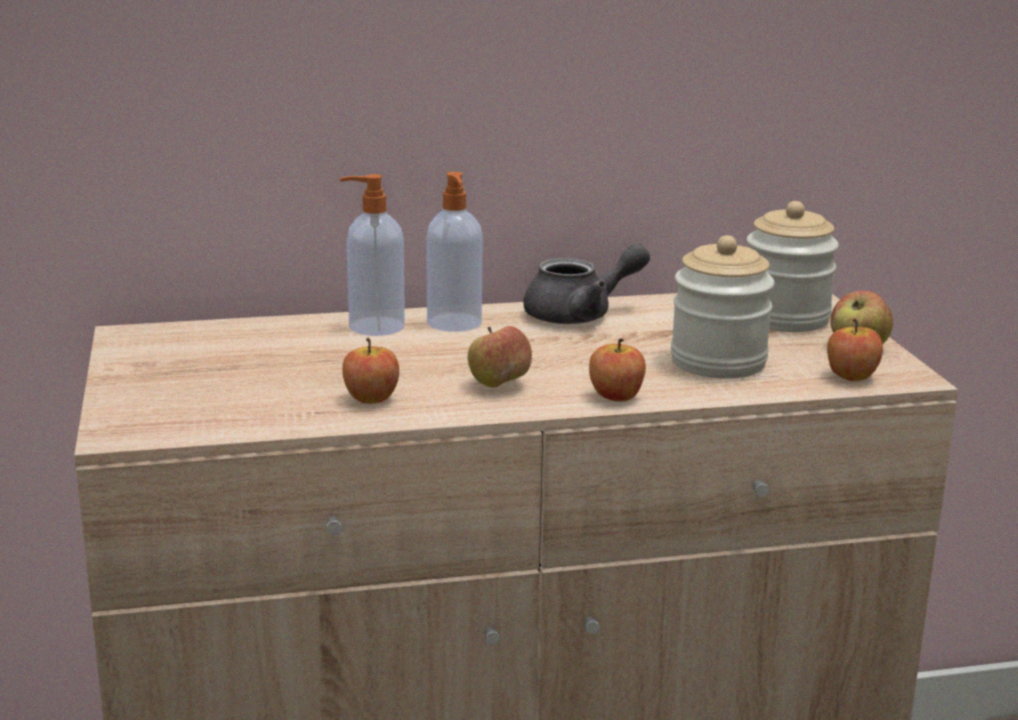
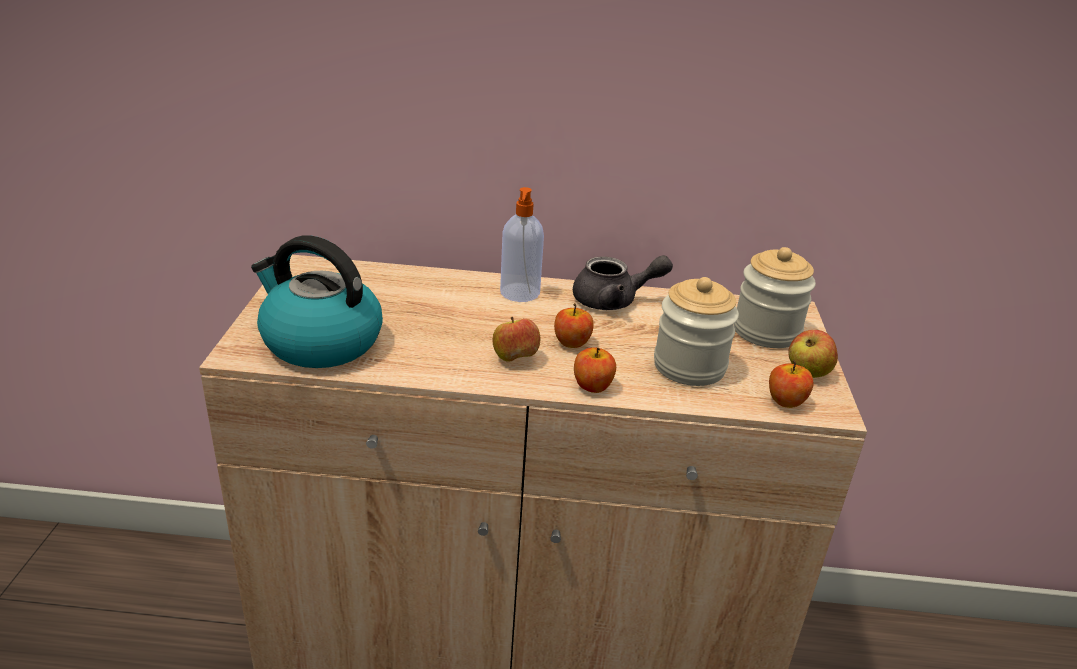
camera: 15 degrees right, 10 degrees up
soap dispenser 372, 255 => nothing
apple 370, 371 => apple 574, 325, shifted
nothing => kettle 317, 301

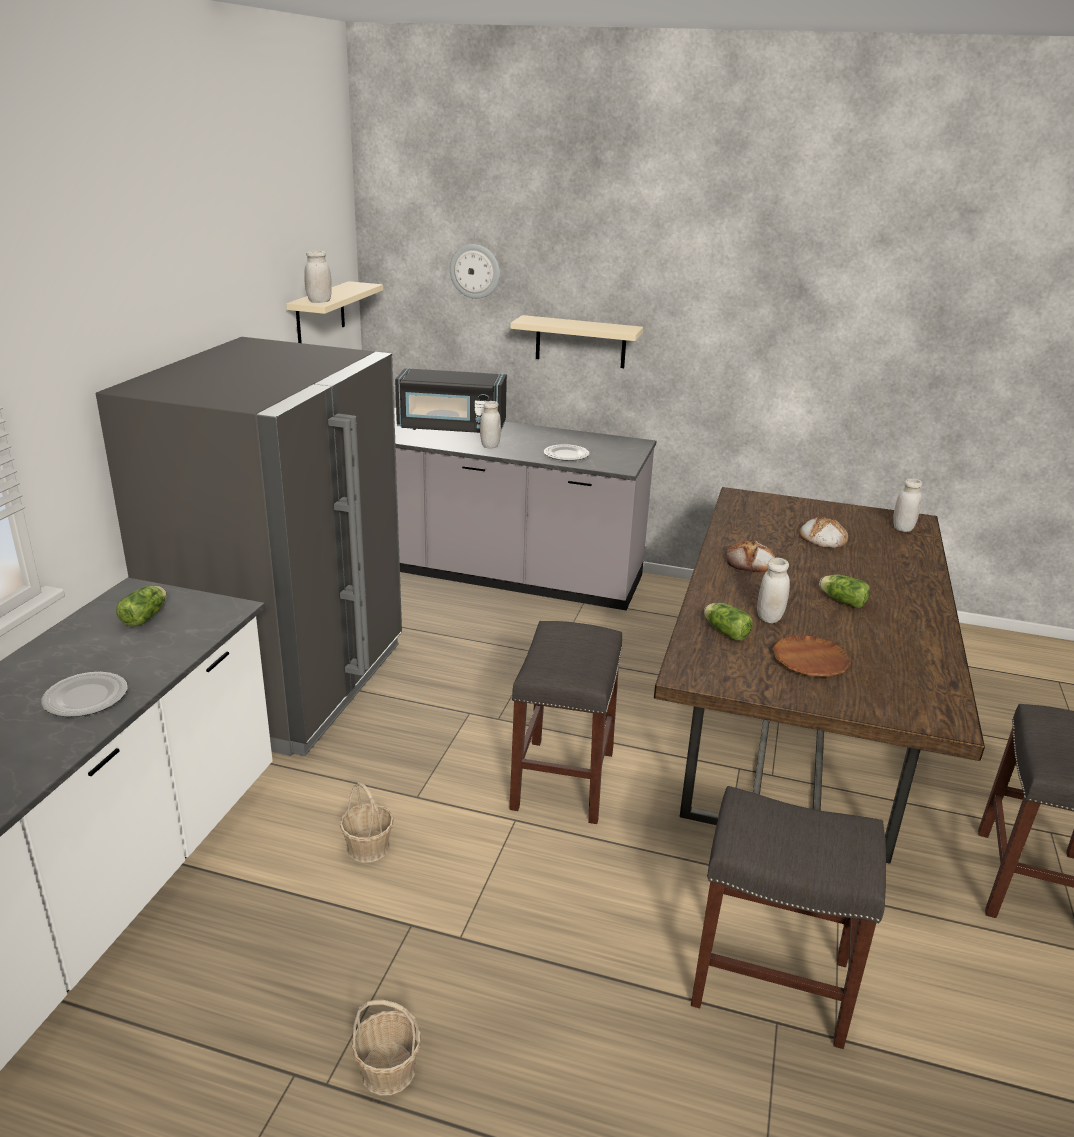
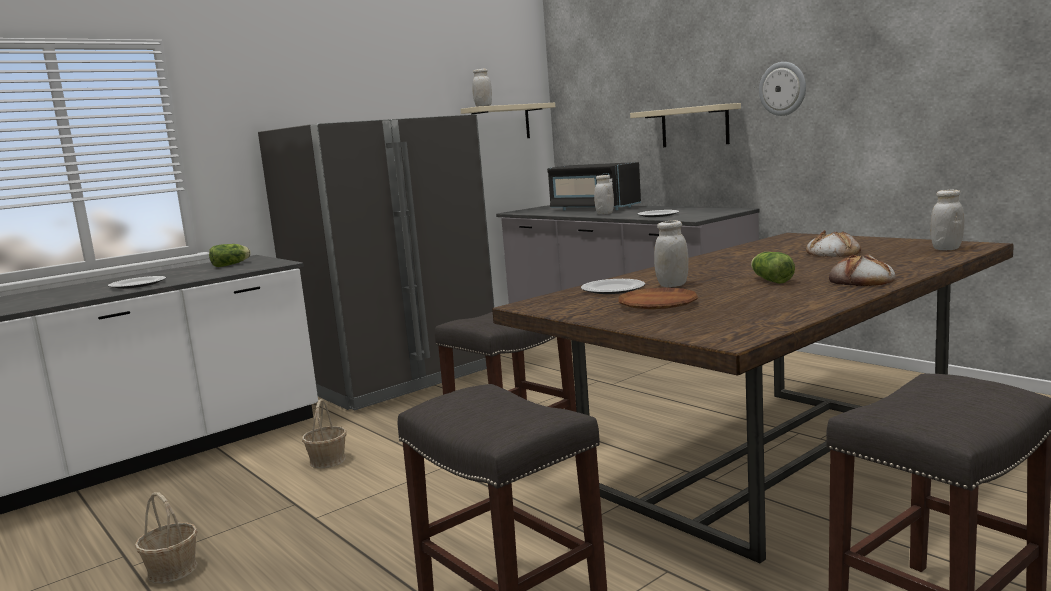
camera: 35 degrees right, 15 degrees down
wall clock 475, 271 => wall clock 782, 89, shifted
bread 750, 556 => bread 862, 269, shifted
lettuce 728, 622 => plate 613, 286

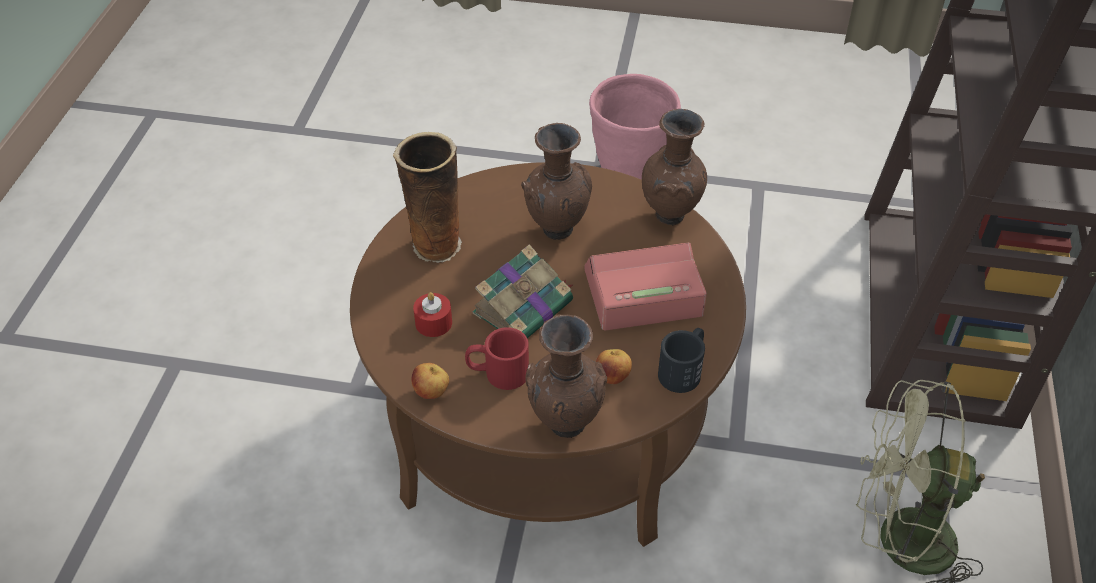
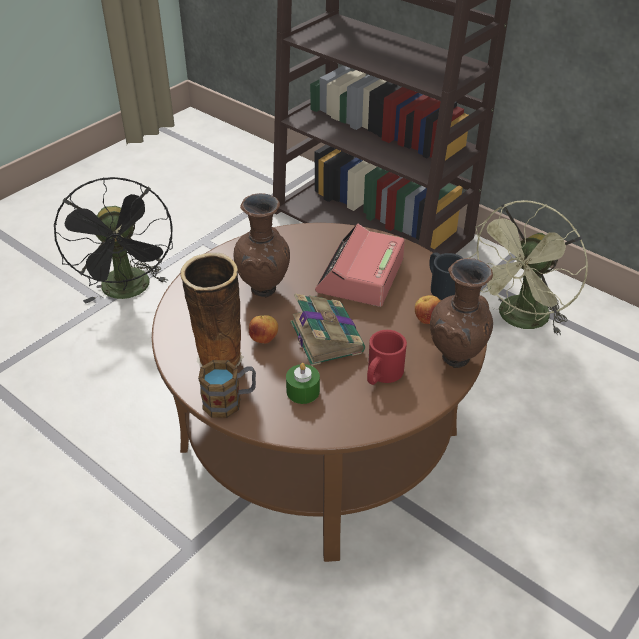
camera: 60 degrees left, 5 degrees down
pink planter 635, 127 => black fan 113, 240
brown vase 674, 167 => nothing
red candle 432, 314 => green candle 303, 383
apple 430, 381 => apple 263, 329, shifted
nothing => mug 227, 389

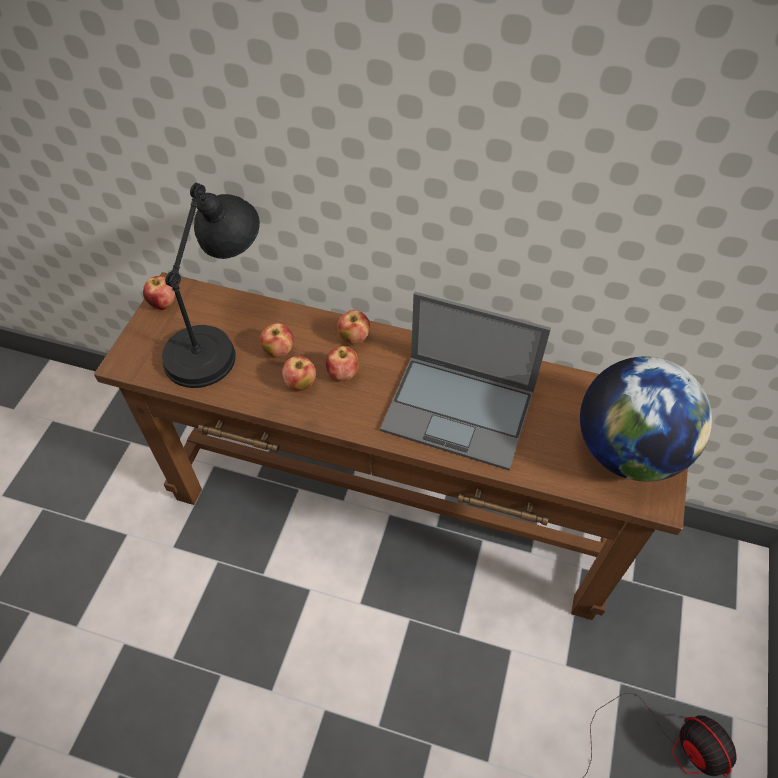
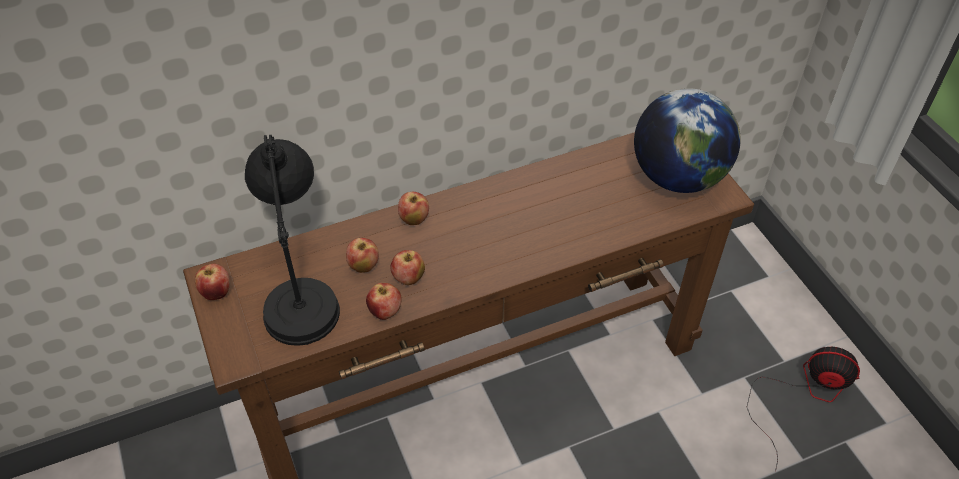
camera: 40 degrees left, 5 degrees down
laptop 465, 381 => nothing
apple 342, 363 => apple 384, 301, shifted

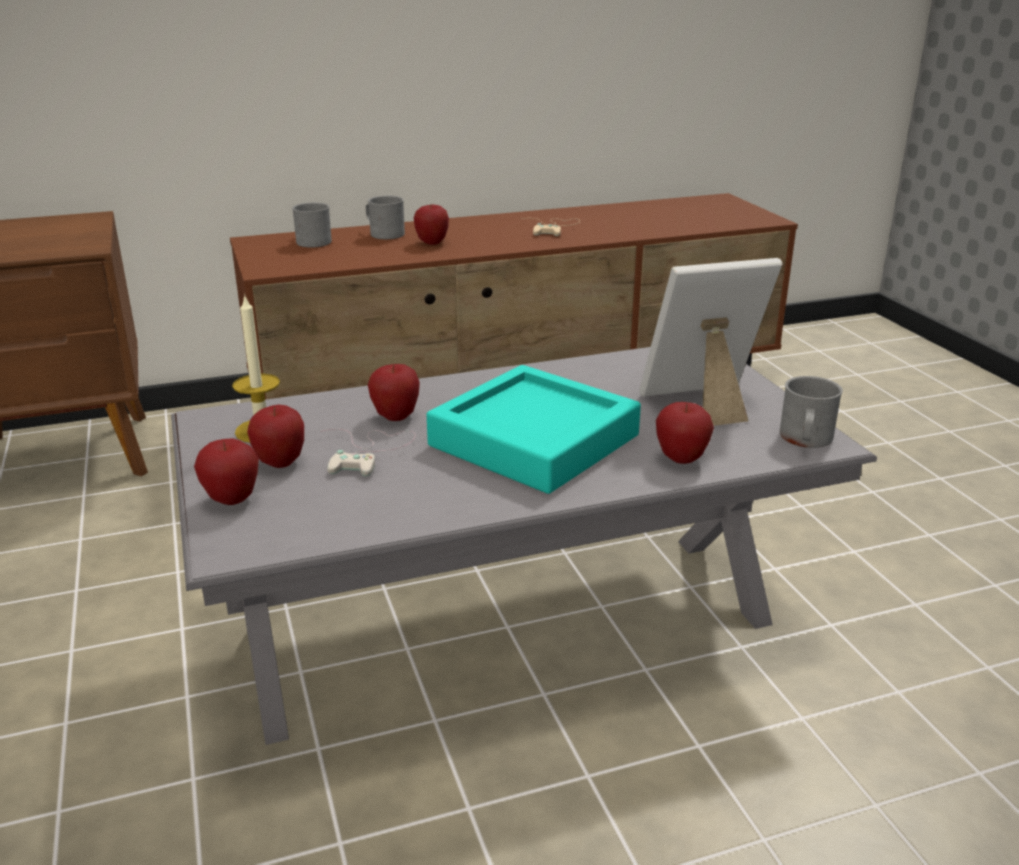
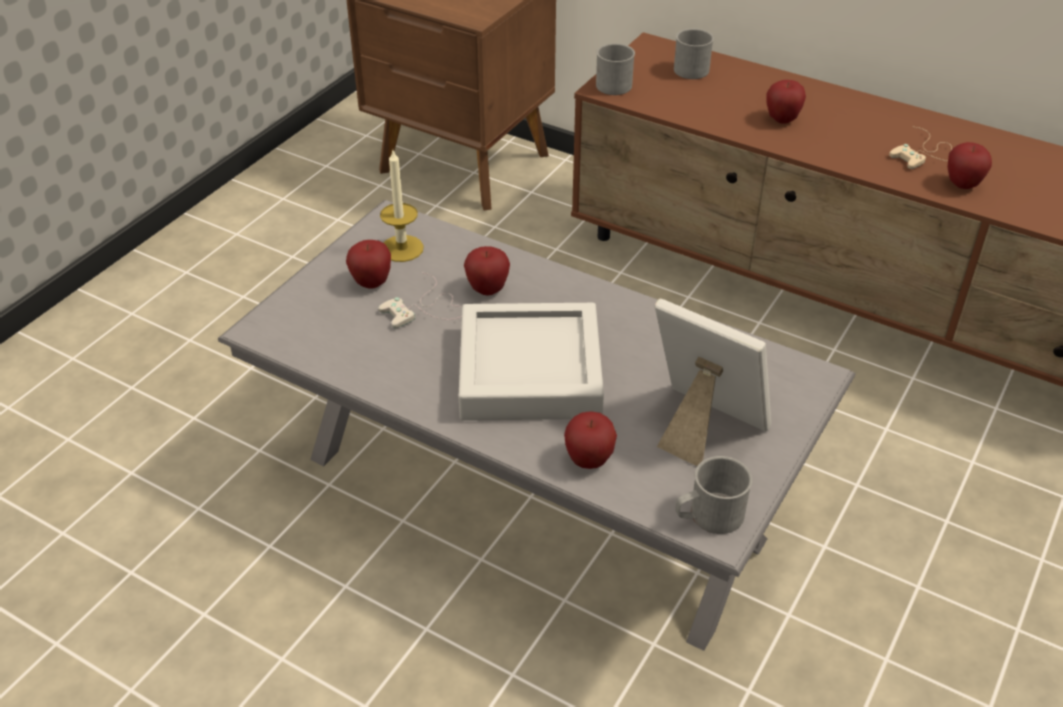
camera: 50 degrees right, 15 degrees up
grey mug 385, 217 => grey mug 615, 69, shifted
turquoise tray 534, 429 => grey tray 531, 362
apple 226, 471 => apple 969, 165, shifted

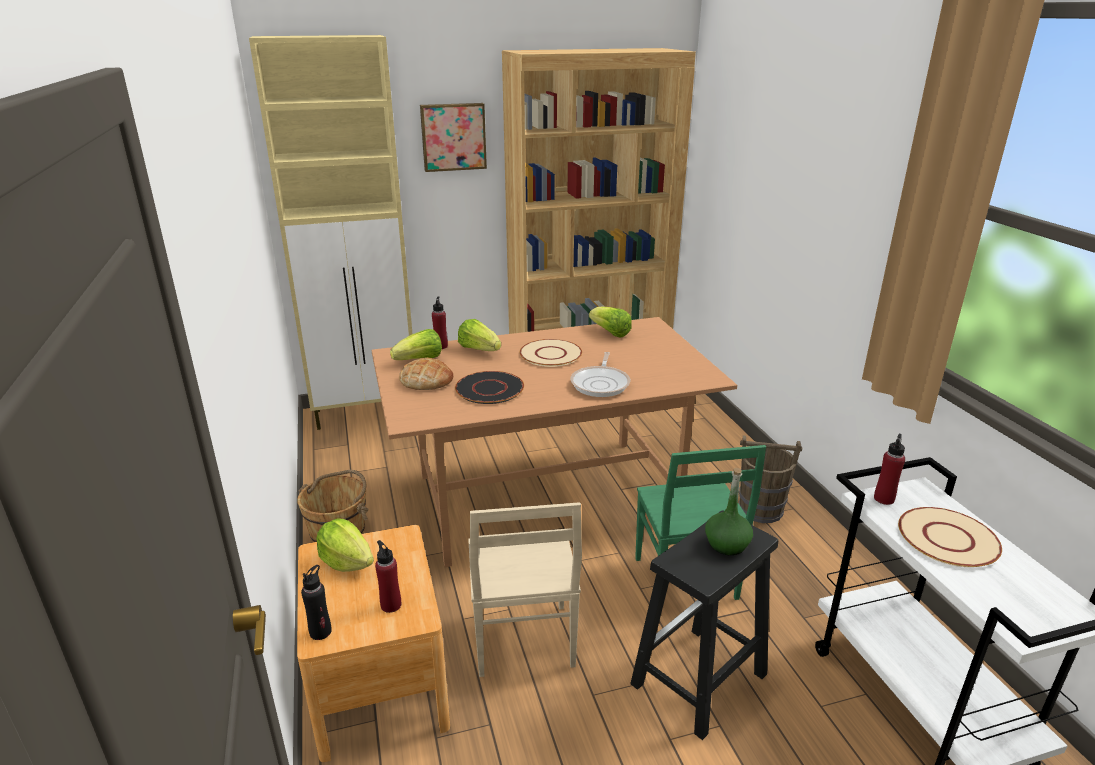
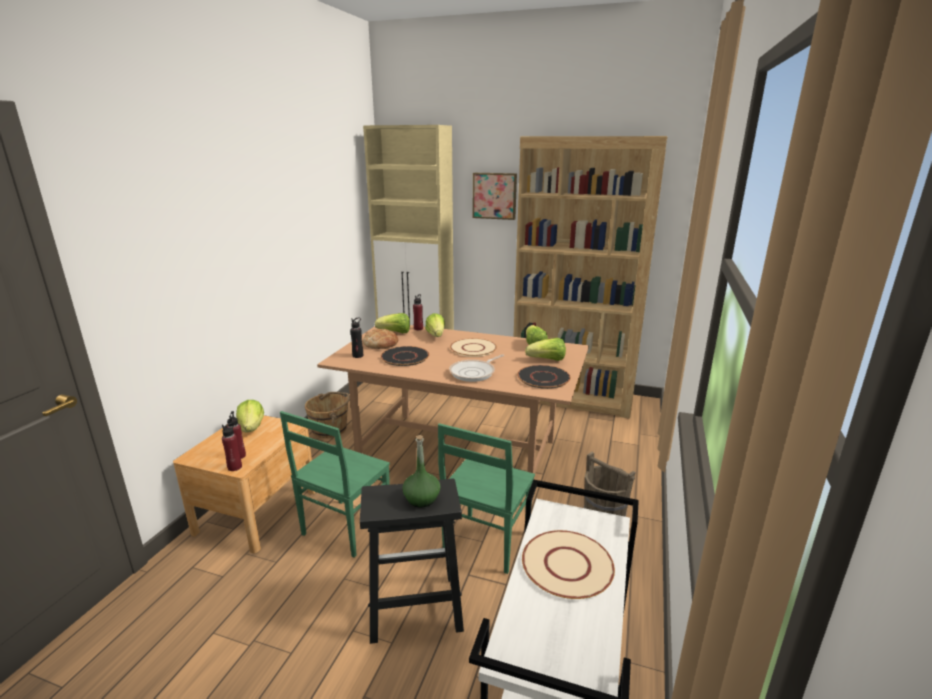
camera: 35 degrees right, 5 degrees down
red bottle 889, 469 => red bottle 232, 446, shifted
beige chair 525, 589 => green chair 335, 484
black bottle 316, 602 => black bottle 356, 337, shifted
nothing => lettuce 545, 349
nothing => black plate 544, 377

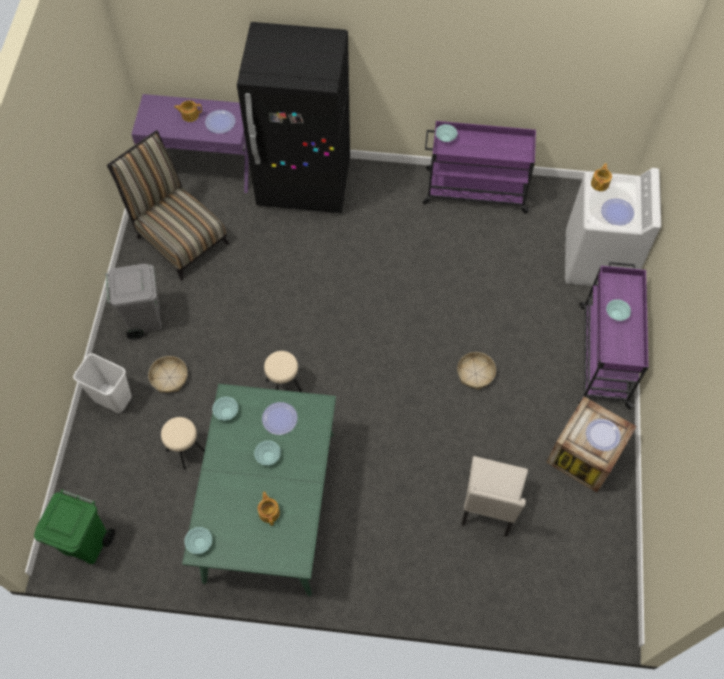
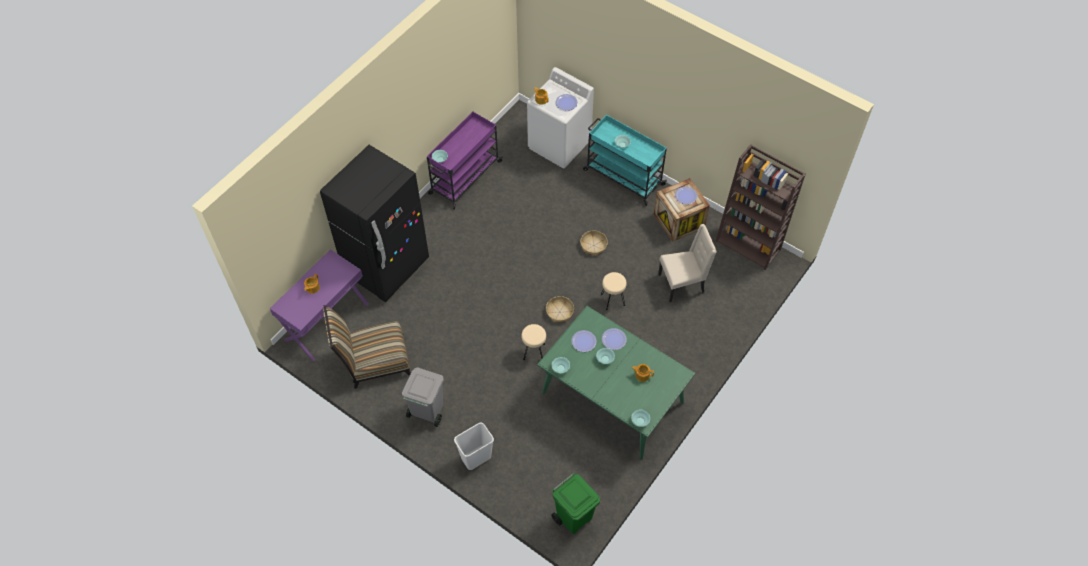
camera: 60 degrees left, 5 degrees down
plate 220, 122 => plate 614, 339, shifted
purple cart 613, 335 => turquoise cart 625, 160
basket 168, 374 => basket 560, 309, shifted
beige stool 183, 443 => beige stool 614, 291, shifted
beige chair 494, 496 => beige chair 687, 263, 60 degrees counterclockwise
nothing => brown bookcase 760, 207

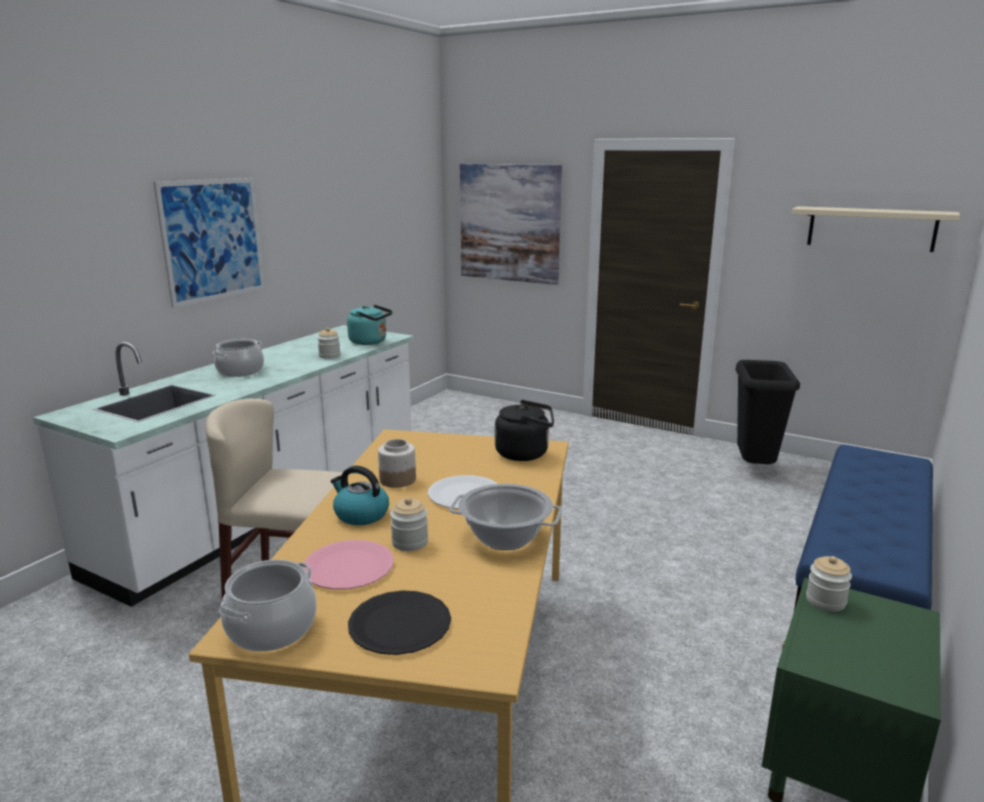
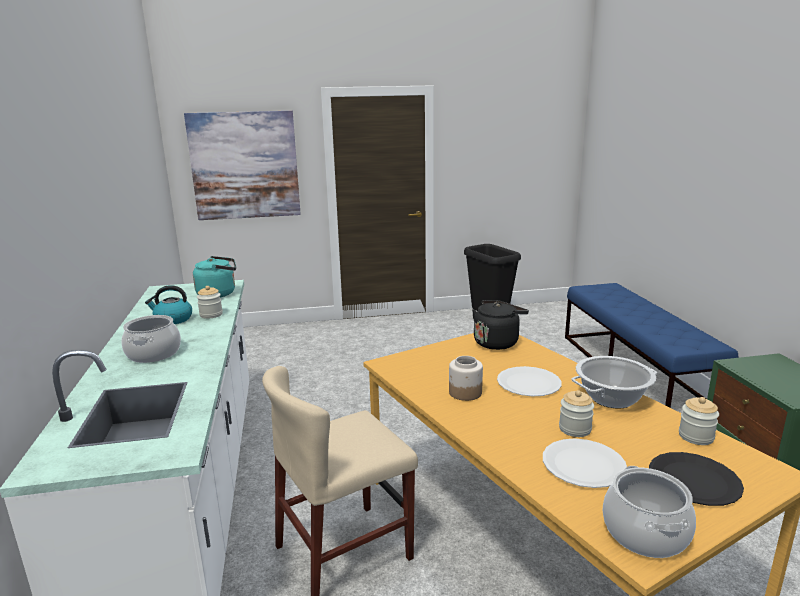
camera: 40 degrees left, 0 degrees up
picture 209, 243 => nothing
beige shelf 875, 229 => nothing
kettle 360, 495 => kettle 168, 304, shifted
pink plate 348, 565 => white plate 585, 463
jar 829, 584 => jar 699, 421, shifted

